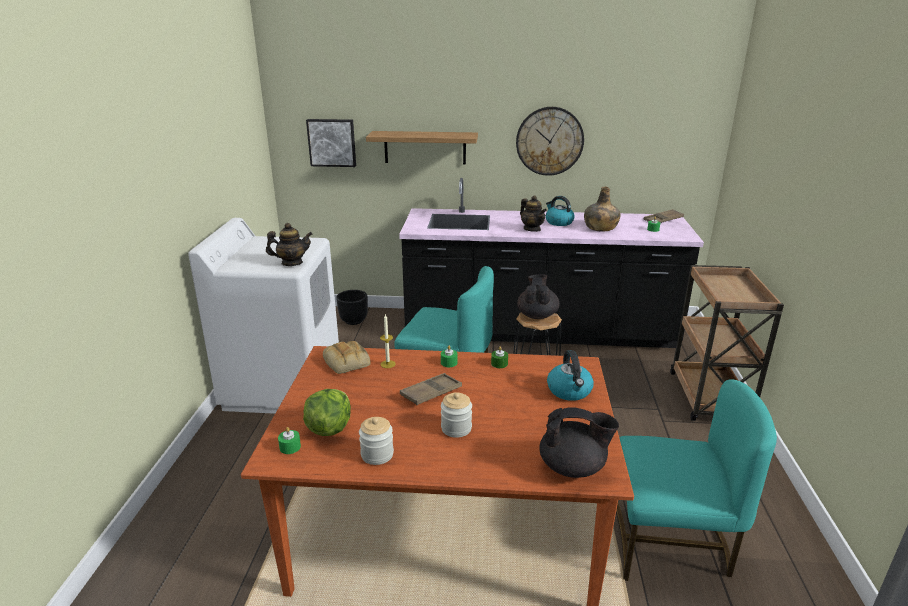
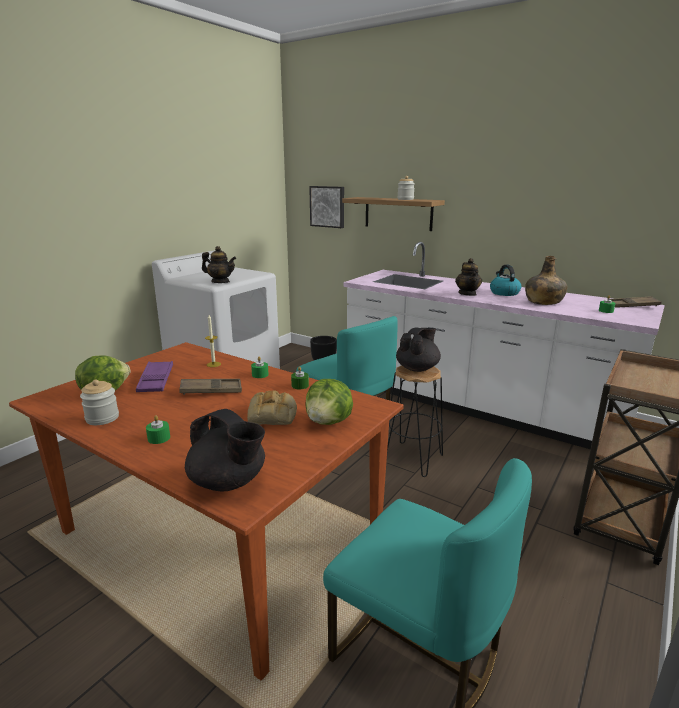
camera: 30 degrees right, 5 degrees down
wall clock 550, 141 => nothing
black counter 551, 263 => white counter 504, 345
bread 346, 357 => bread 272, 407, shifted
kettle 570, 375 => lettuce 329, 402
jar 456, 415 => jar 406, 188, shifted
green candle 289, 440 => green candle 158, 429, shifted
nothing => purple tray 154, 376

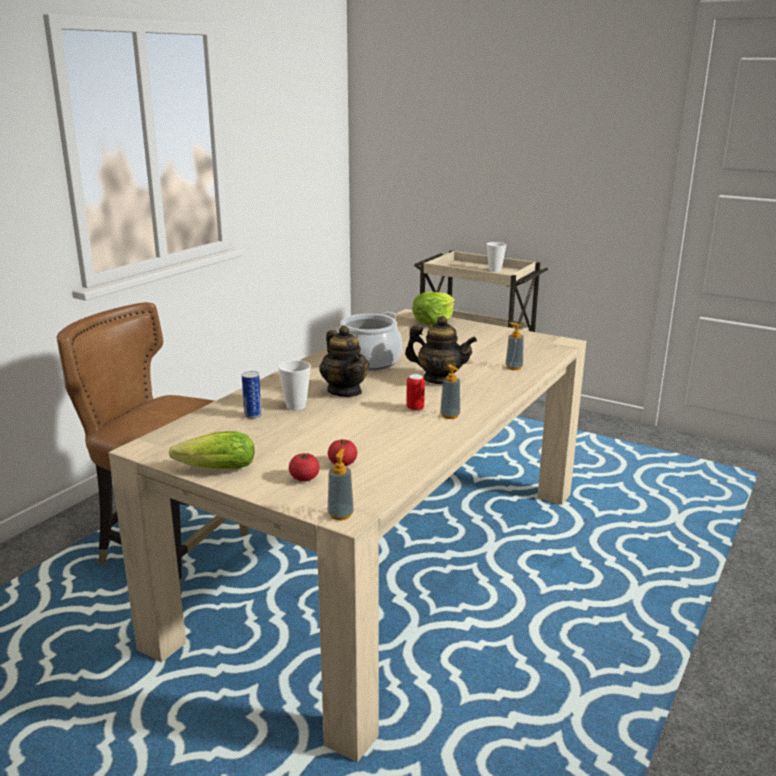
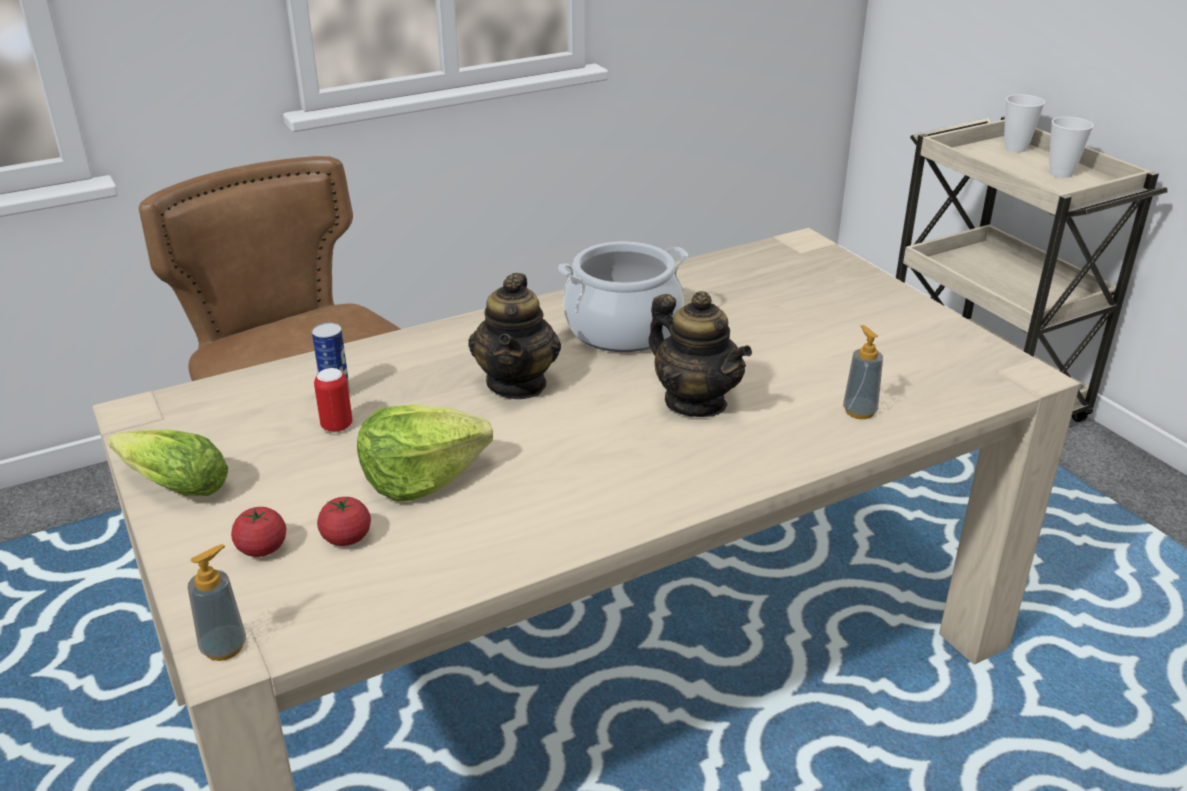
camera: 30 degrees right, 10 degrees up
lettuce 433, 309 => lettuce 425, 453, shifted
cup 294, 385 => cup 1024, 123, shifted
soap dispenser 450, 392 => nothing
can 415, 392 => can 333, 400, shifted

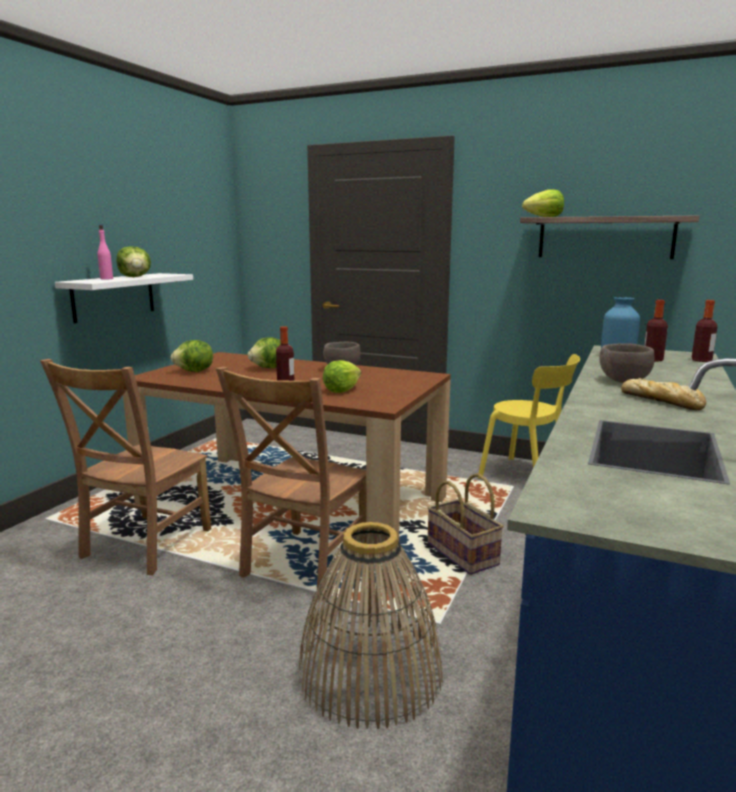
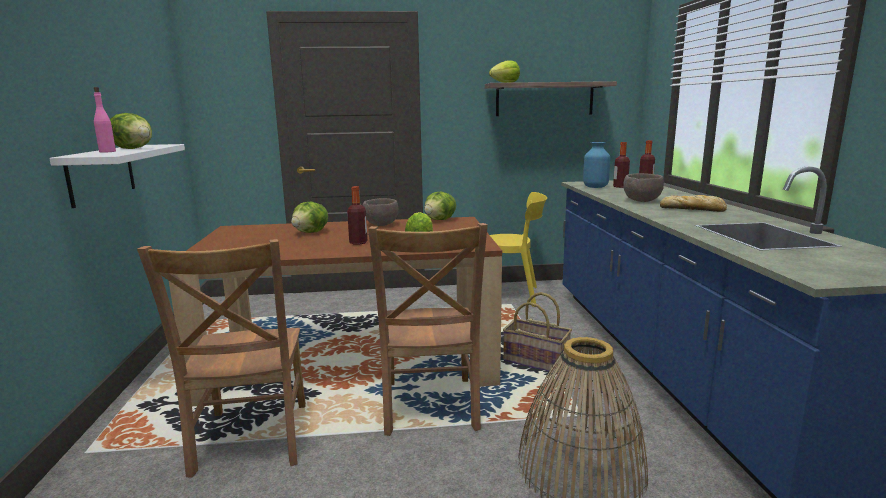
camera: 30 degrees left, 0 degrees up
lettuce 191, 356 => lettuce 440, 206, shifted

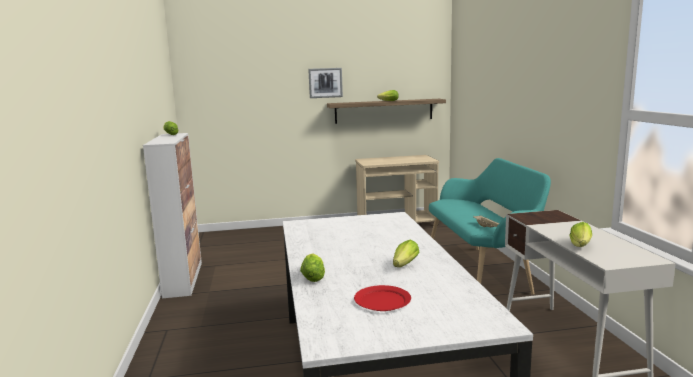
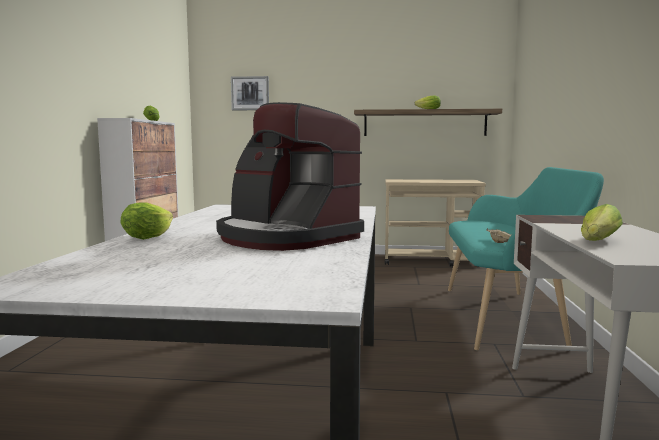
camera: 15 degrees right, 5 degrees down
picture 325, 83 => picture 250, 93, shifted
lettuce 406, 253 => coffee machine 290, 176
red plate 382, 298 => nothing

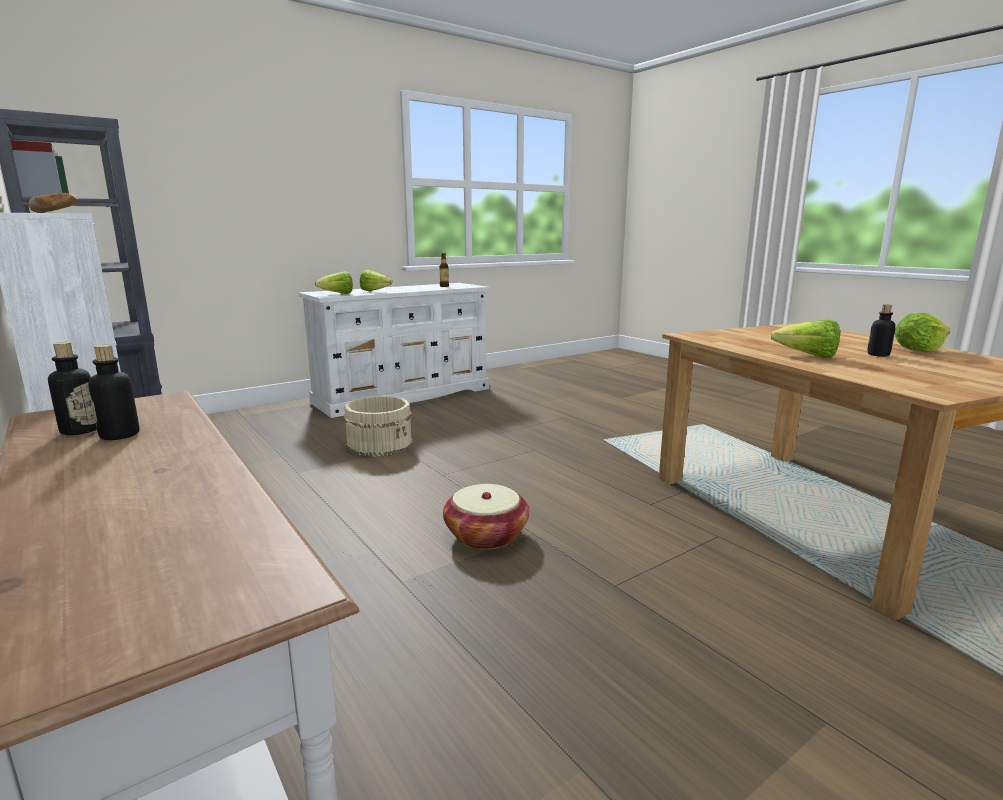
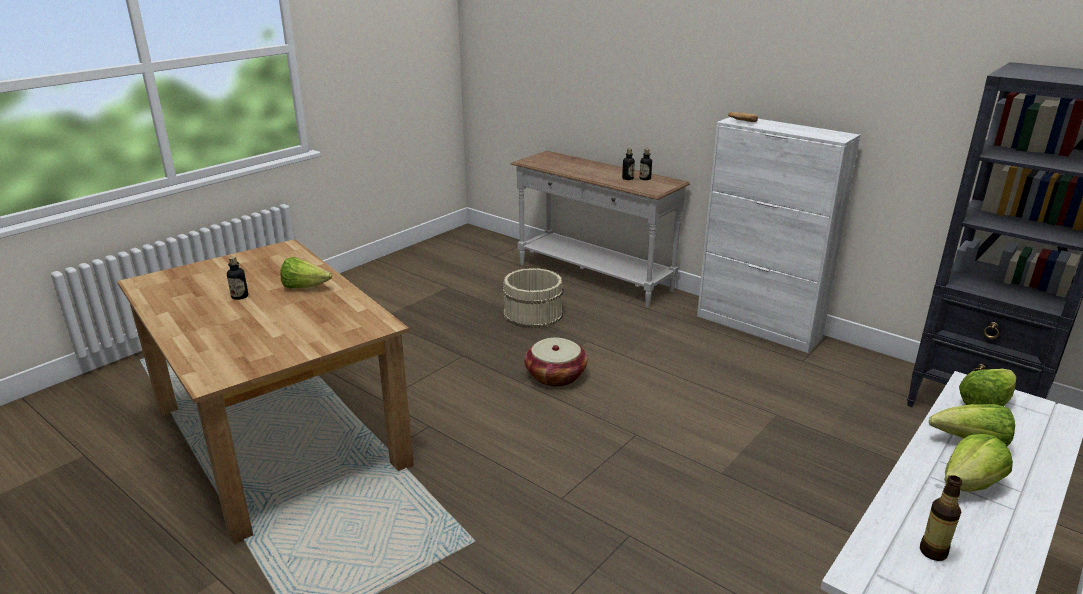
camera: 165 degrees right, 10 degrees up
lettuce 922, 332 => lettuce 978, 463, shifted
beige bucket 378, 426 => beige bucket 533, 298, shifted

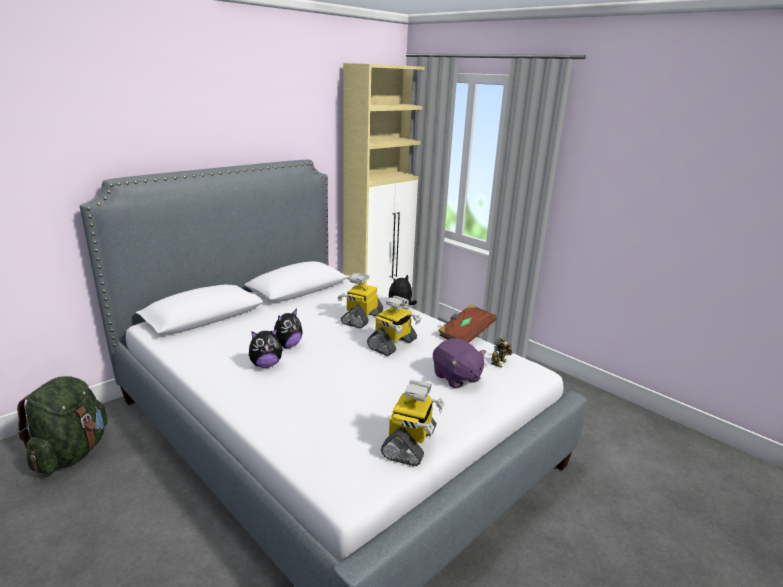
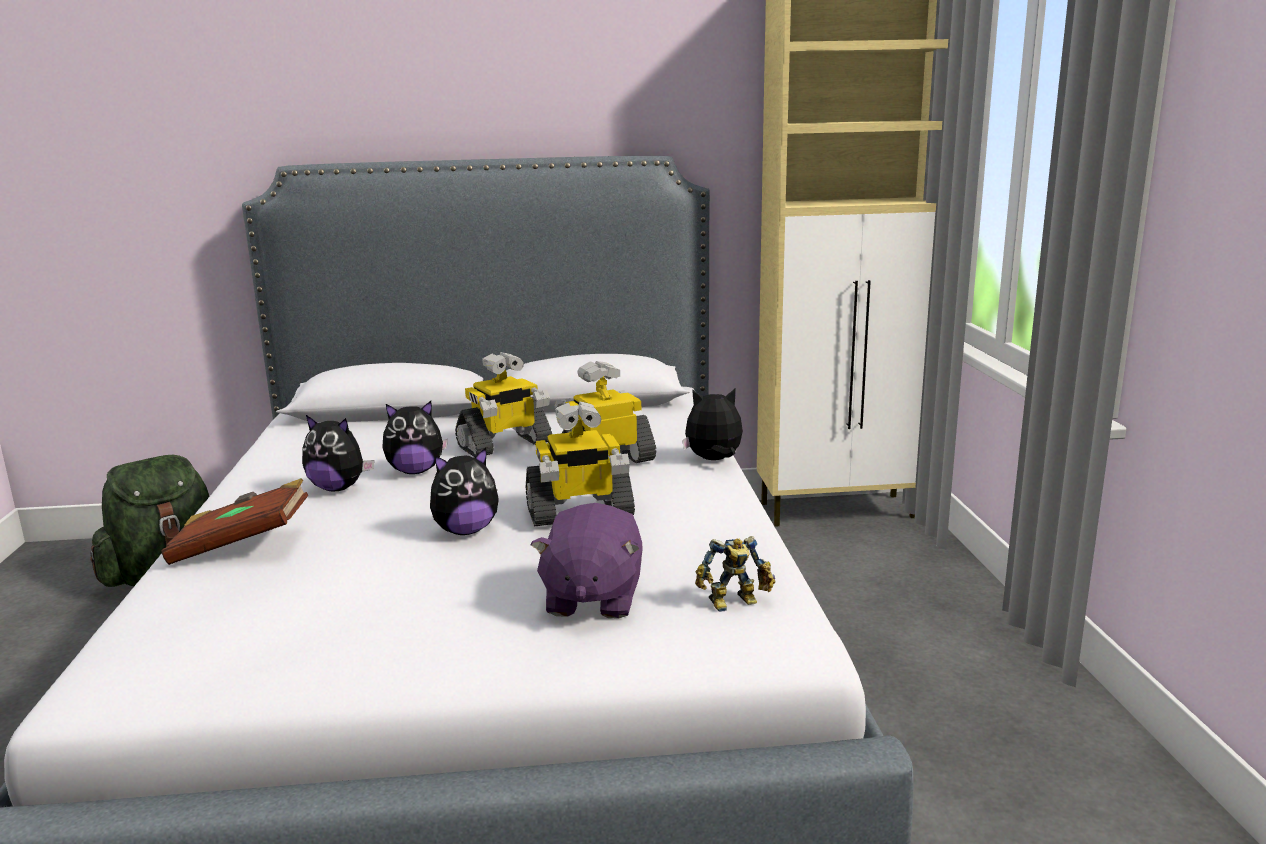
camera: 40 degrees right, 5 degrees down
brown book 467, 323 => brown book 235, 521, shifted
toy robot 413, 423 => toy robot 503, 404, shifted
nothing => plush toy 464, 491

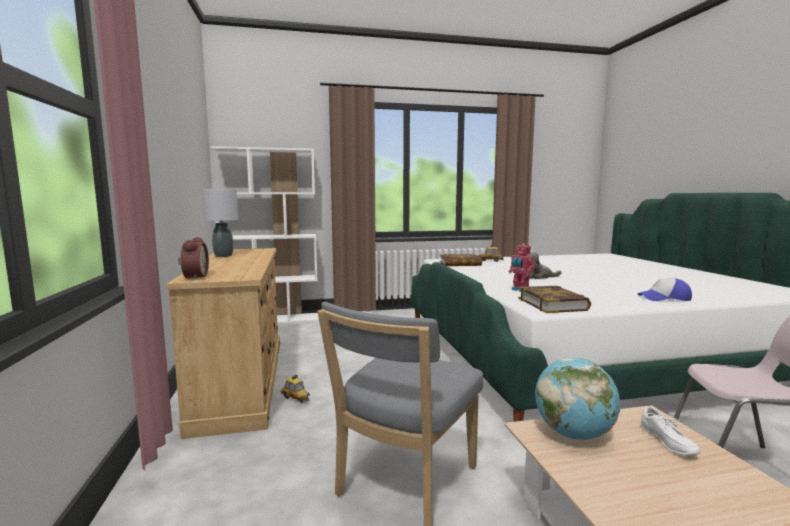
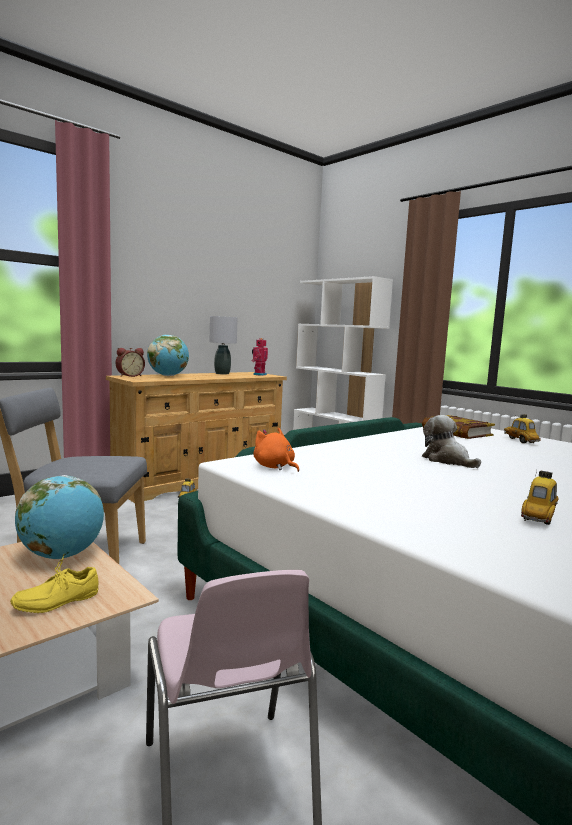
camera: 60 degrees right, 0 degrees up
toy robot 522, 267 => toy robot 260, 357, shifted
cap 665, 289 => nothing
book 554, 299 => orange plush toy 276, 450
white shoe 670, 431 => yellow shoe 54, 584
nothing => globe 168, 355
nothing => toy car 540, 497

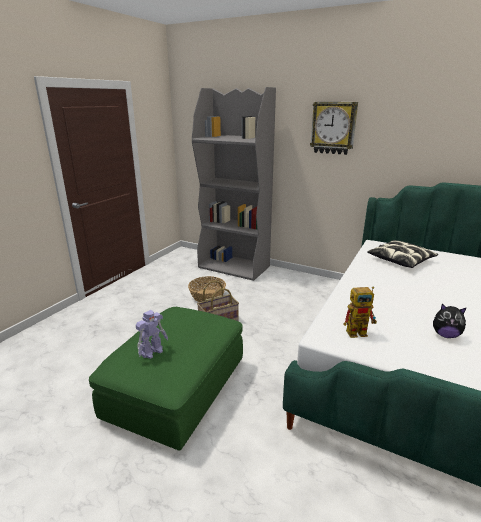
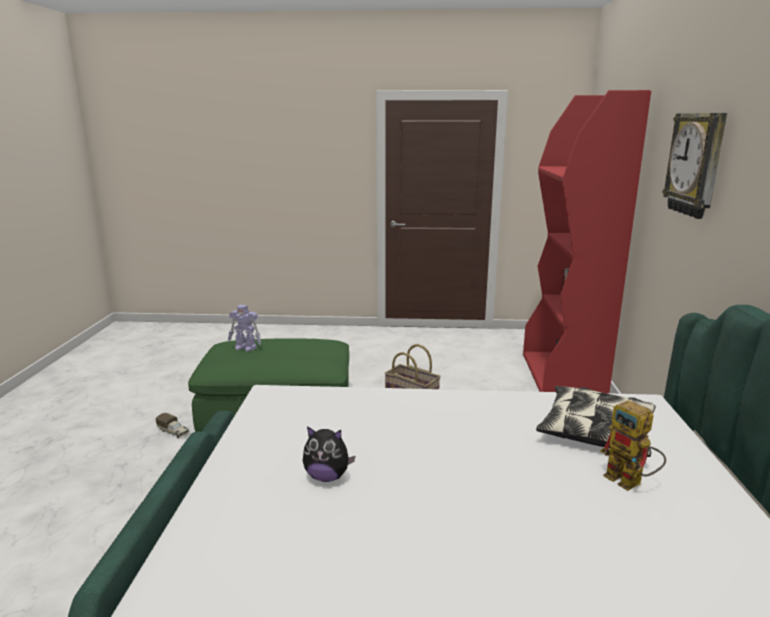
camera: 65 degrees right, 5 degrees down
grey bookcase 234, 184 => red bookcase 587, 241
basket 207, 289 => nothing
toy robot 360, 312 => toy robot 633, 445, shifted
plush toy 449, 321 => plush toy 329, 454, 75 degrees counterclockwise
nothing => toy truck 172, 425

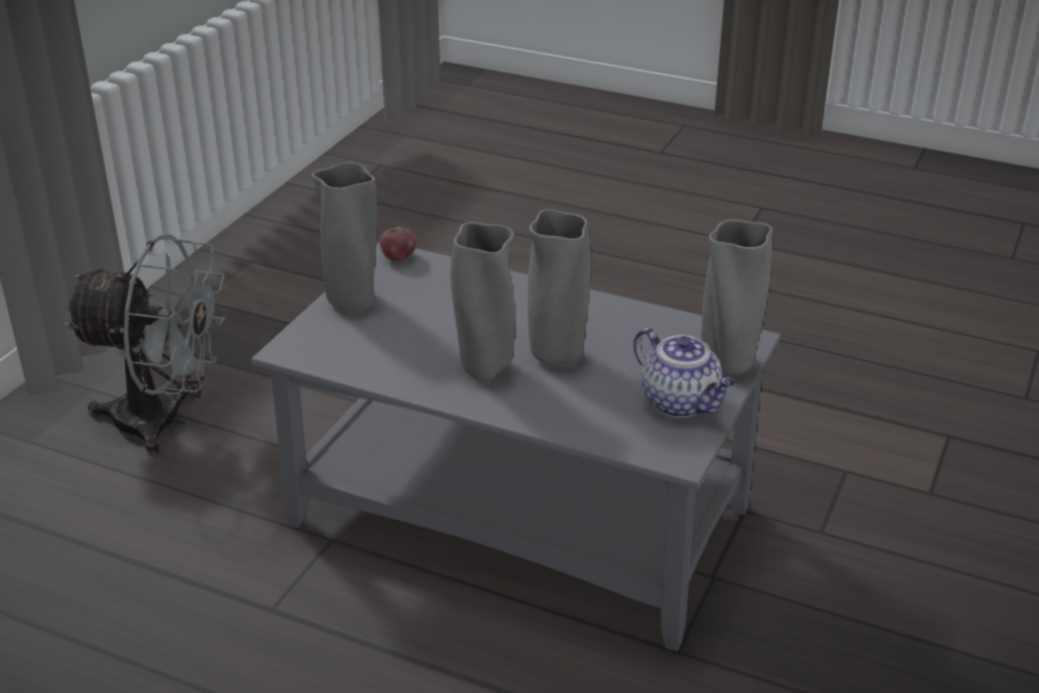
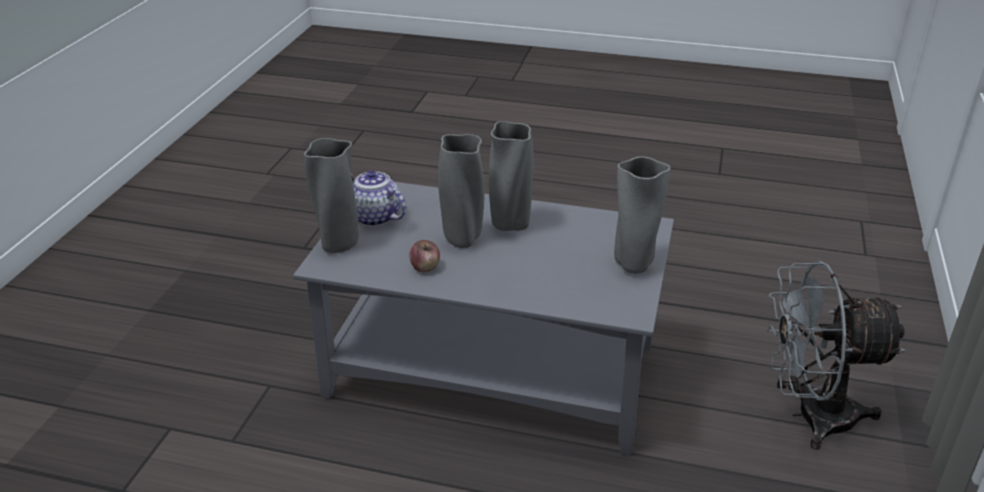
camera: 170 degrees right, 0 degrees up
apple 398, 242 => apple 424, 256, shifted

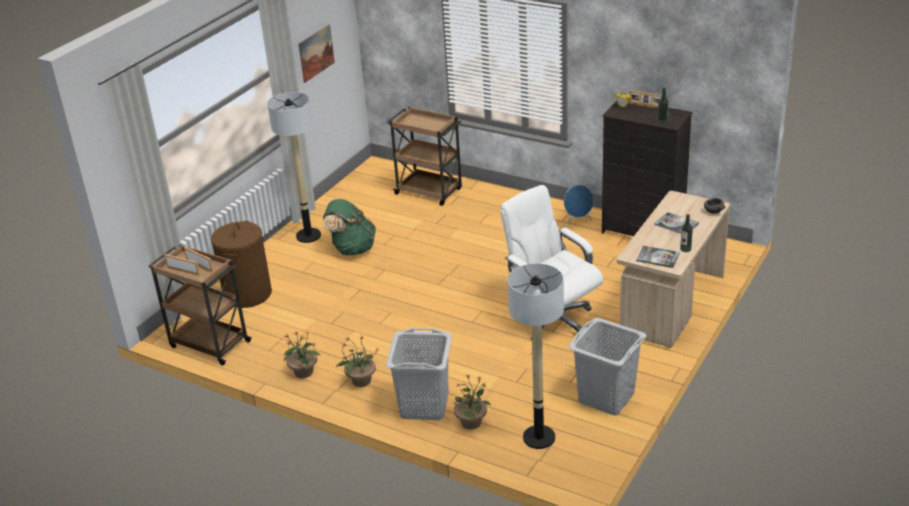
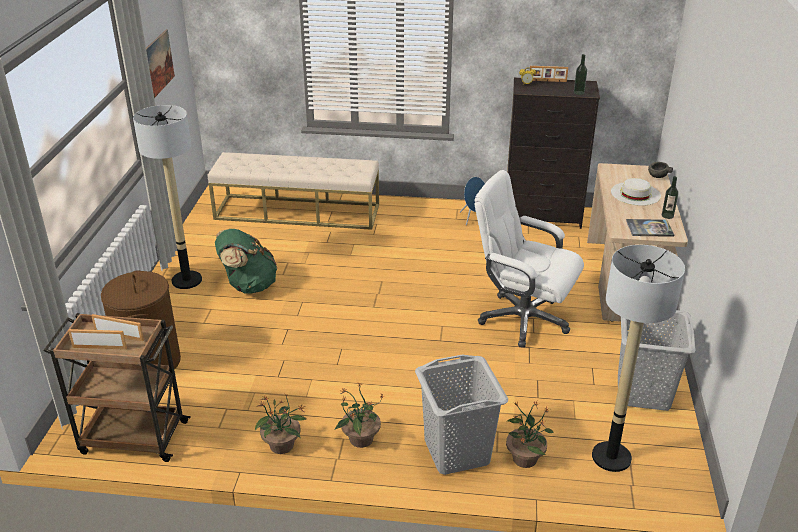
camera: 25 degrees left, 0 degrees up
brown cart 424, 156 => beige bench 293, 191
book 676, 223 => white hat 636, 192

